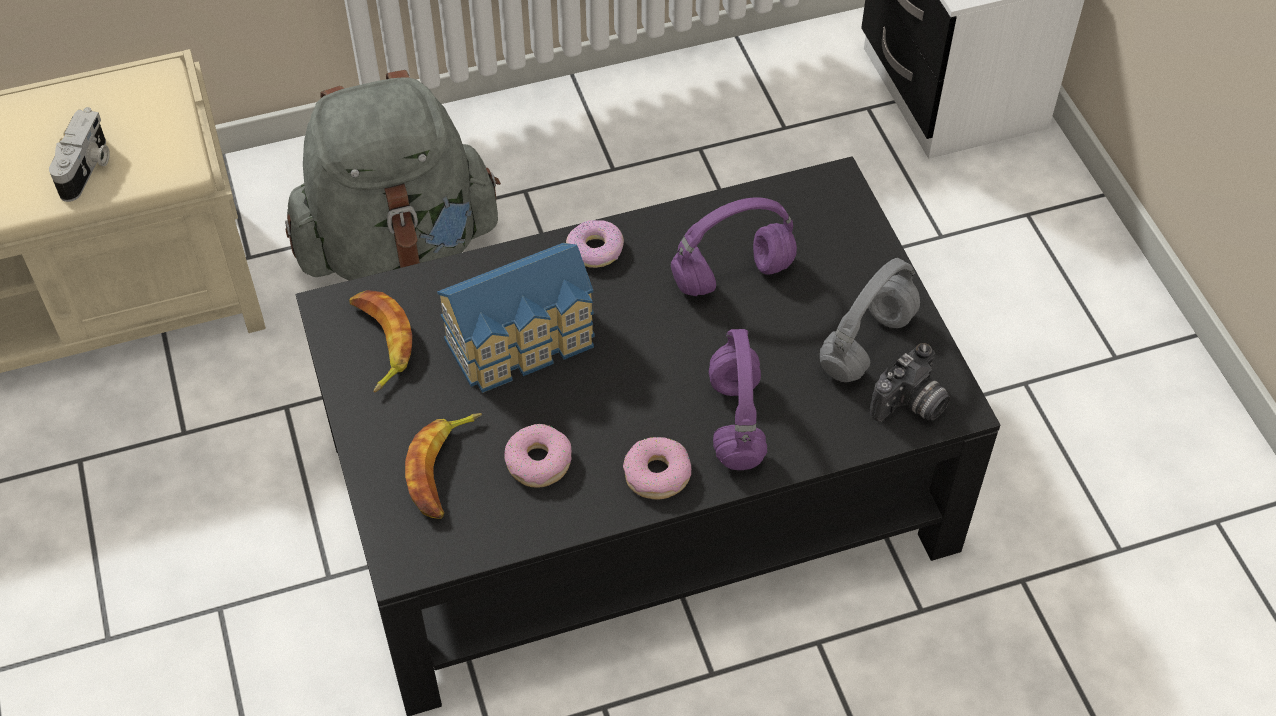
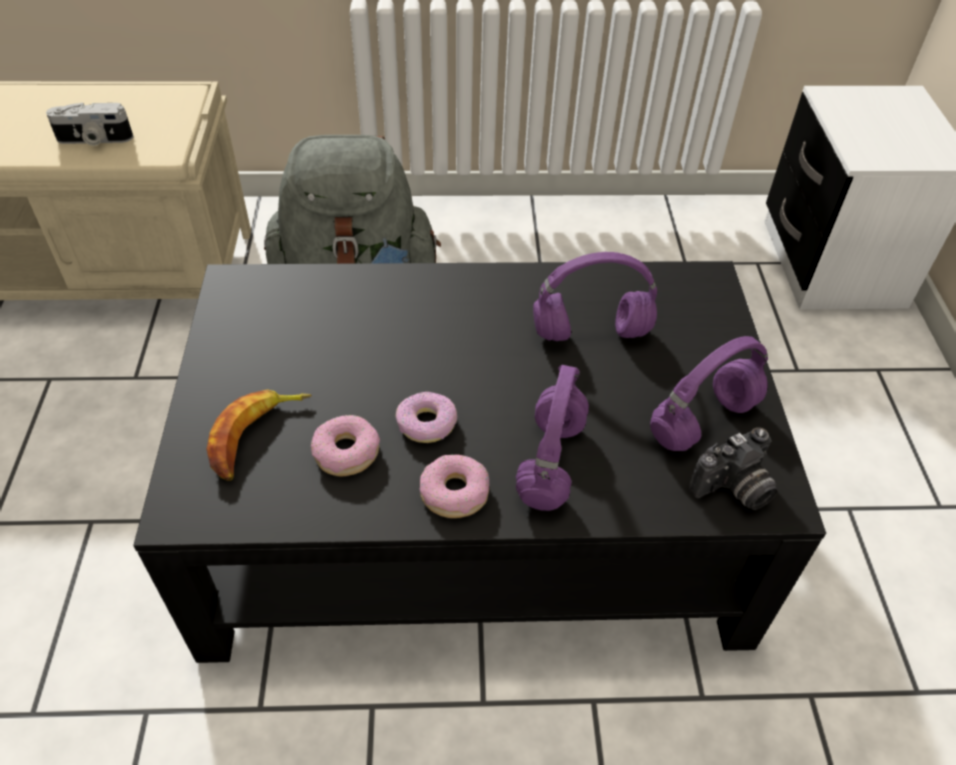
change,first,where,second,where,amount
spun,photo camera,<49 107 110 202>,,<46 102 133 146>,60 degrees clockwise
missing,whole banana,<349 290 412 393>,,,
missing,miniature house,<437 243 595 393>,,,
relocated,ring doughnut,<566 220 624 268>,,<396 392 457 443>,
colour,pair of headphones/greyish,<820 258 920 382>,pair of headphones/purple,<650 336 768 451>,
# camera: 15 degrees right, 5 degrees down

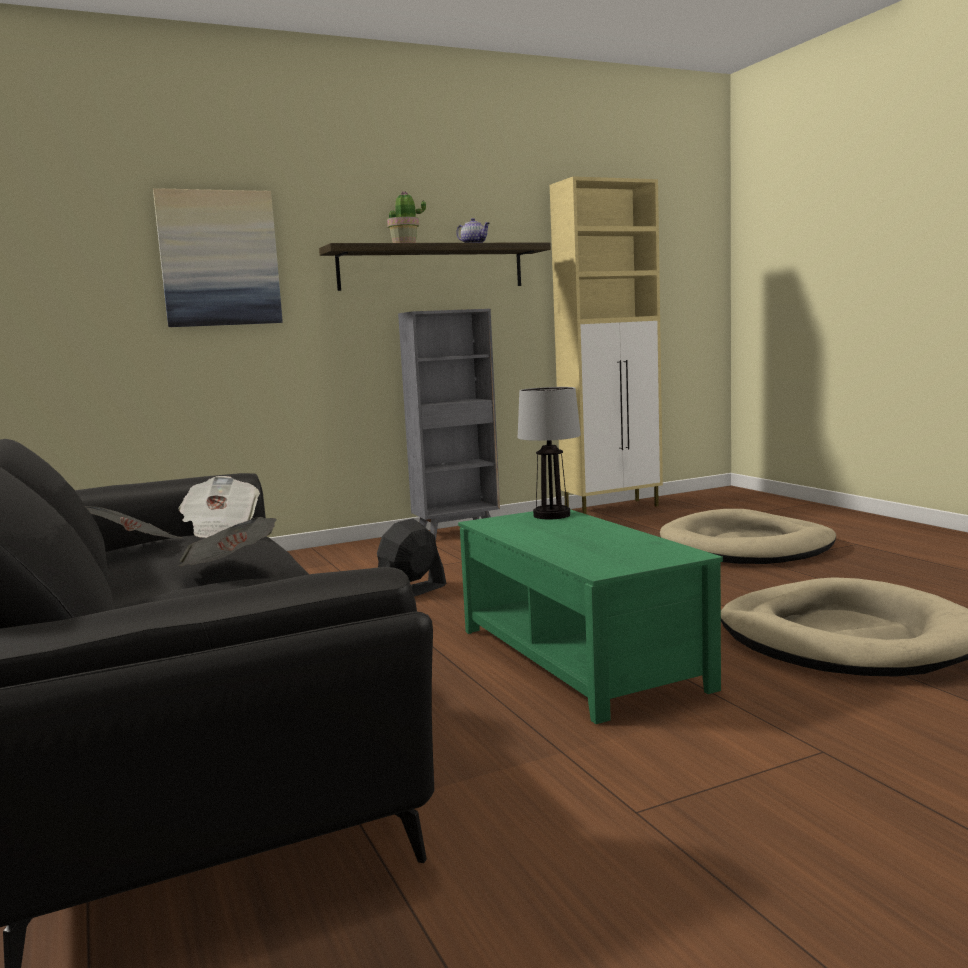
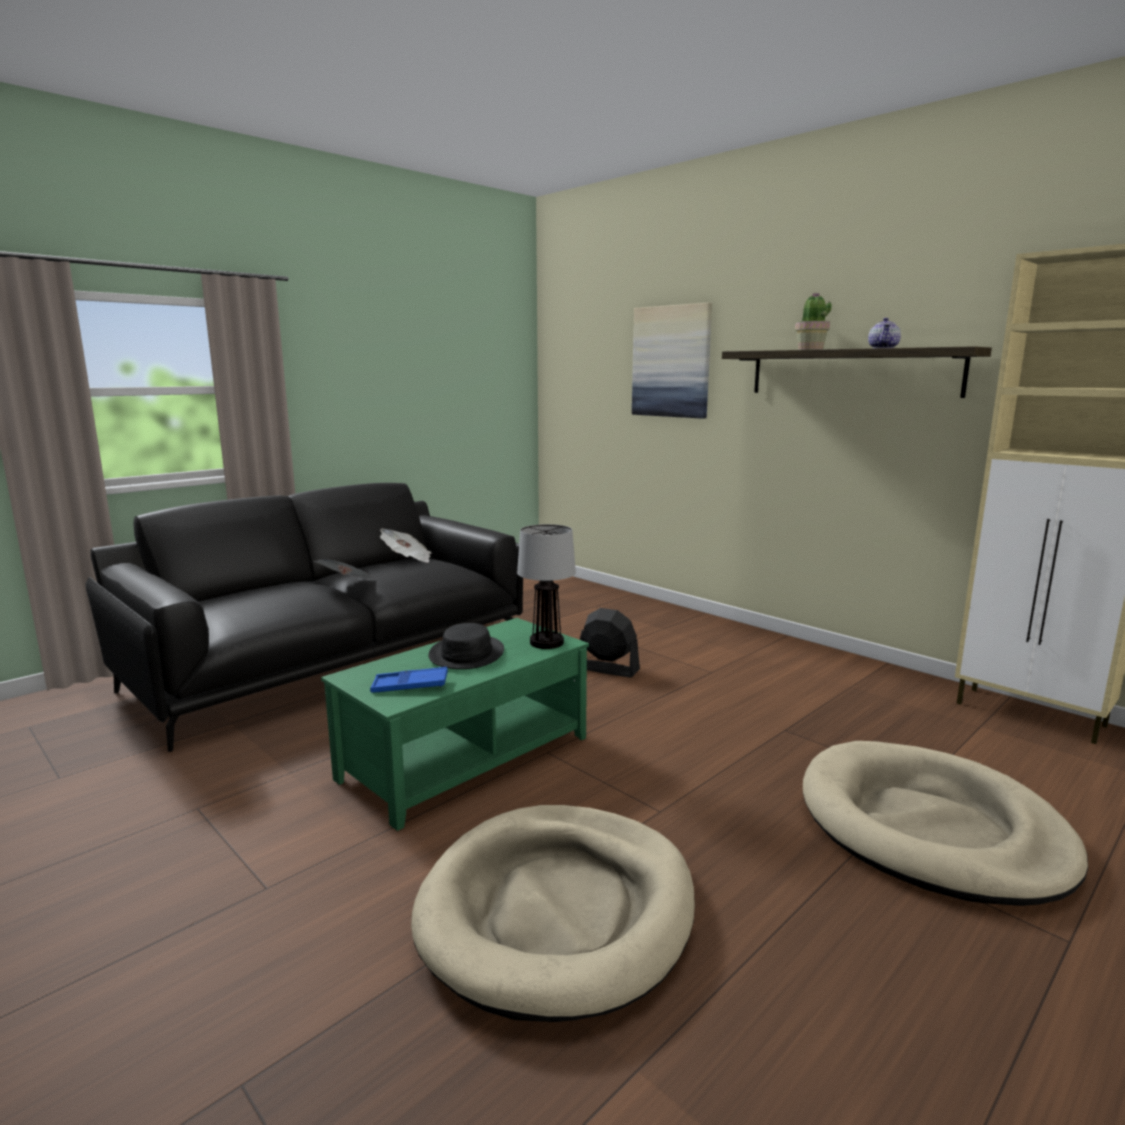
change,first,where,second,where,amount
missing,daily paper,<179 476 260 538>,,,
missing,bookcase/greyish,<398 309 500 540>,,,
appeared,,,serving tray/bluish,<370 667 448 693>,
appeared,,,wearable hat/blackish,<428 623 504 669>,
# camera: 70 degrees right, 5 degrees up

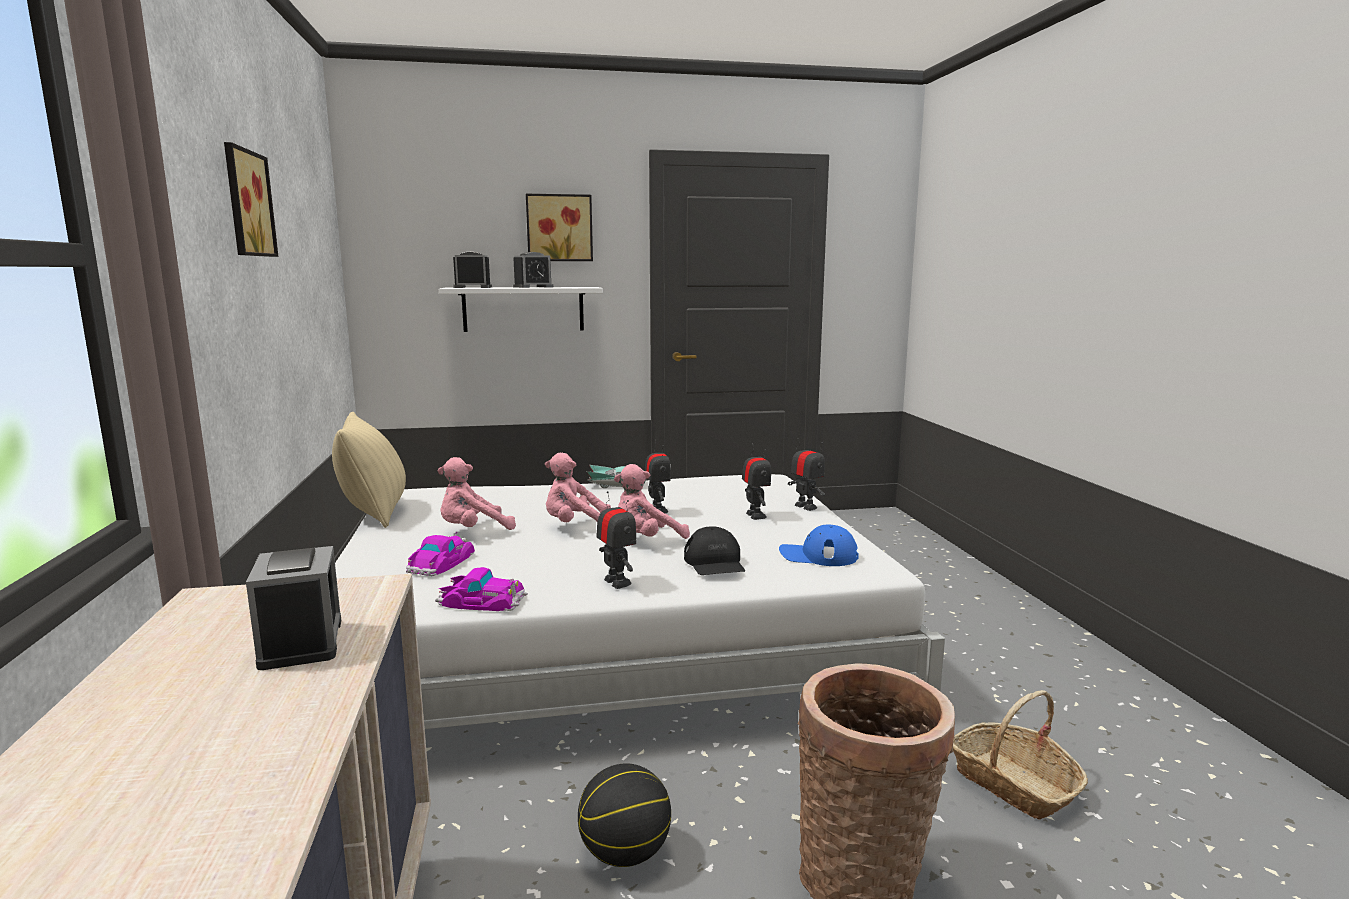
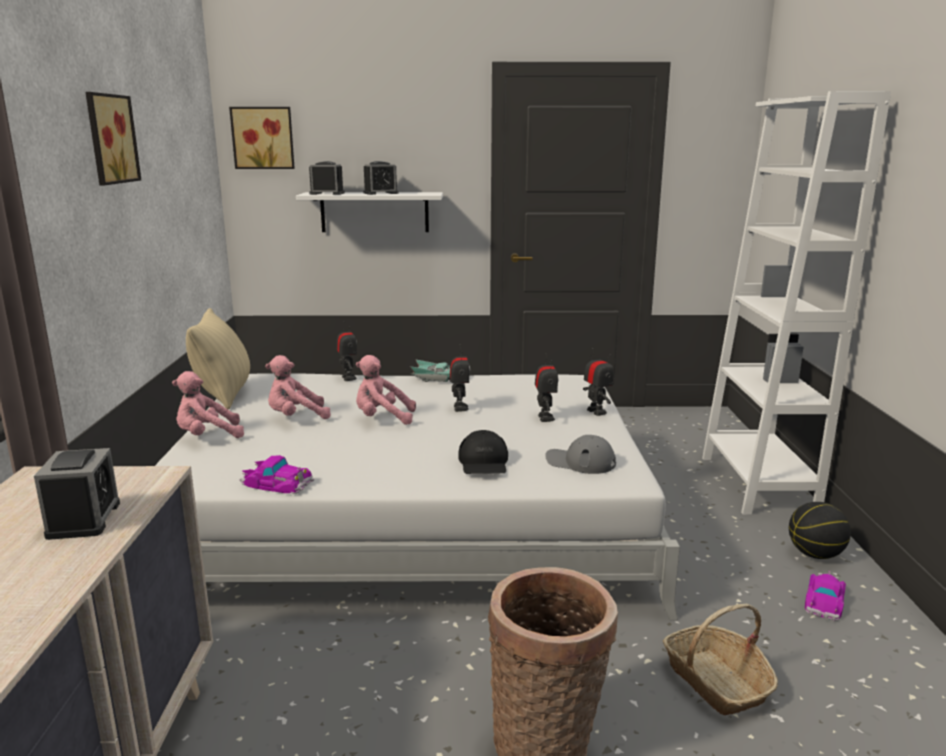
change,first,where,second,where,amount
relocated,miniature car,<406 532 475 576>,,<805 571 846 621>,
relocated,wall picture,<526 194 593 261>,,<229 107 295 169>,
relocated,basketball,<578 763 671 867>,,<789 502 851 559>,
relocated,toy robot,<596 491 636 589>,,<336 322 357 381>,
relocated,cuddly toy/pink,<614 464 690 539>,,<172 371 244 438>,
colour,cap/bluish,<779 525 859 566>,cap/greyish,<545 435 616 474>,
appeared,,,bookcase/white-coloured,<702 91 891 515>,
# camera: 10 degrees right, 5 degrees up

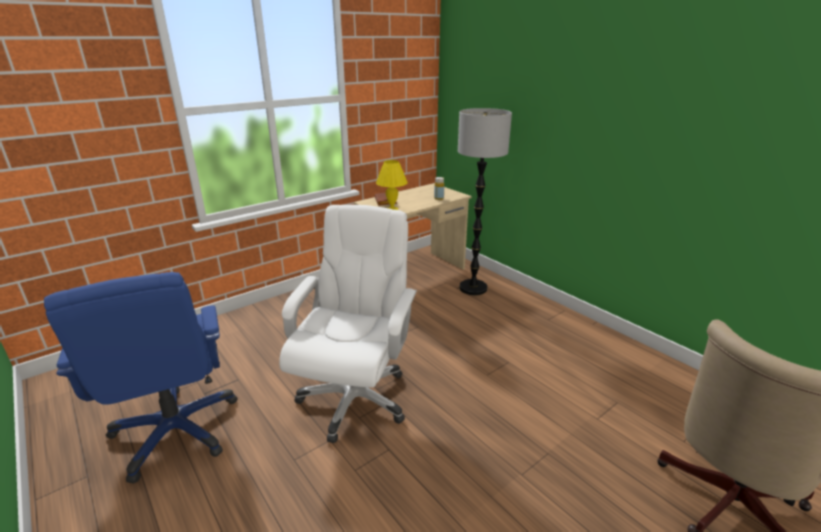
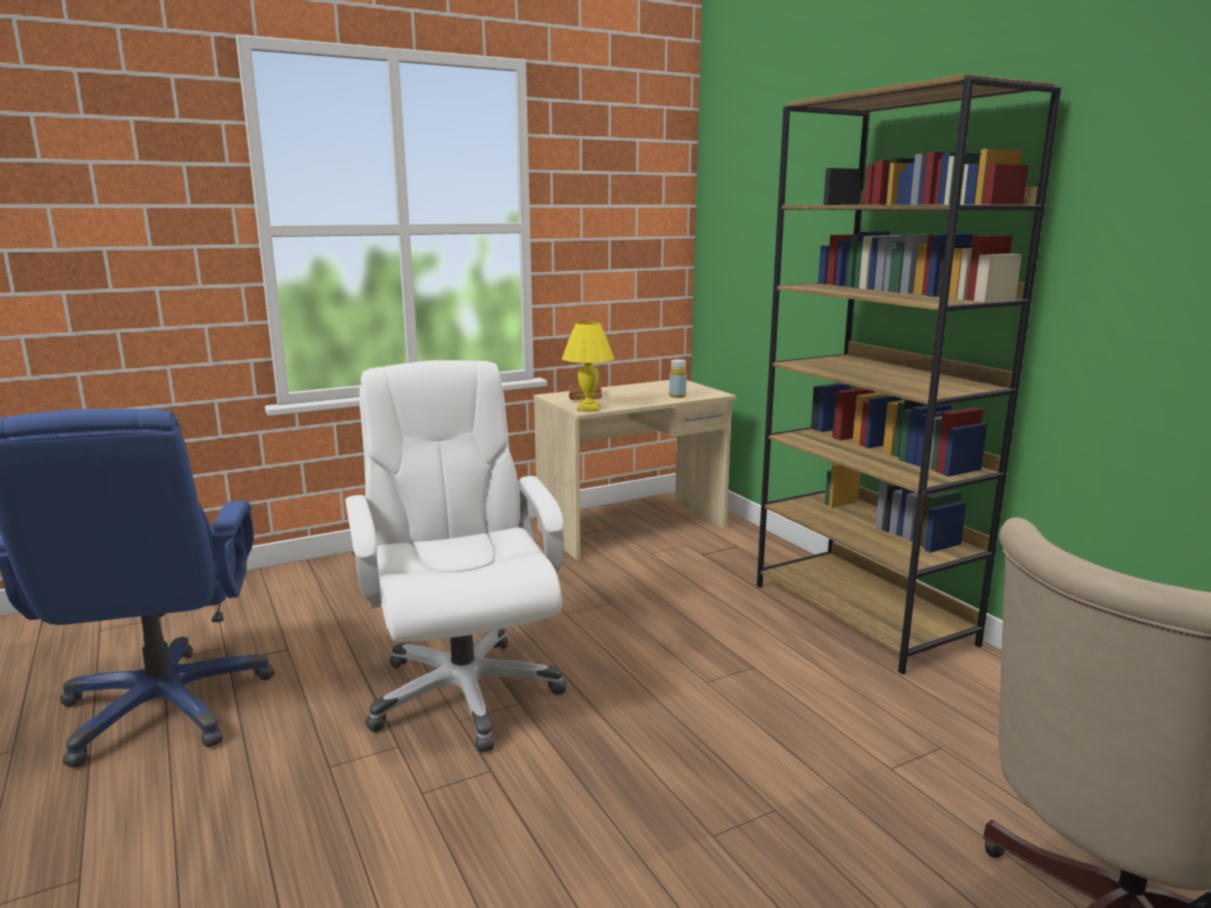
change,first,where,second,where,amount
spun,office chair/white-coloured,<279 205 417 443>,,<345 360 566 752>,45 degrees counterclockwise
missing,floor lamp,<458 108 512 295>,,,
appeared,,,bookcase/brown,<757 74 1061 675>,
# camera: 10 degrees right, 10 degrees down

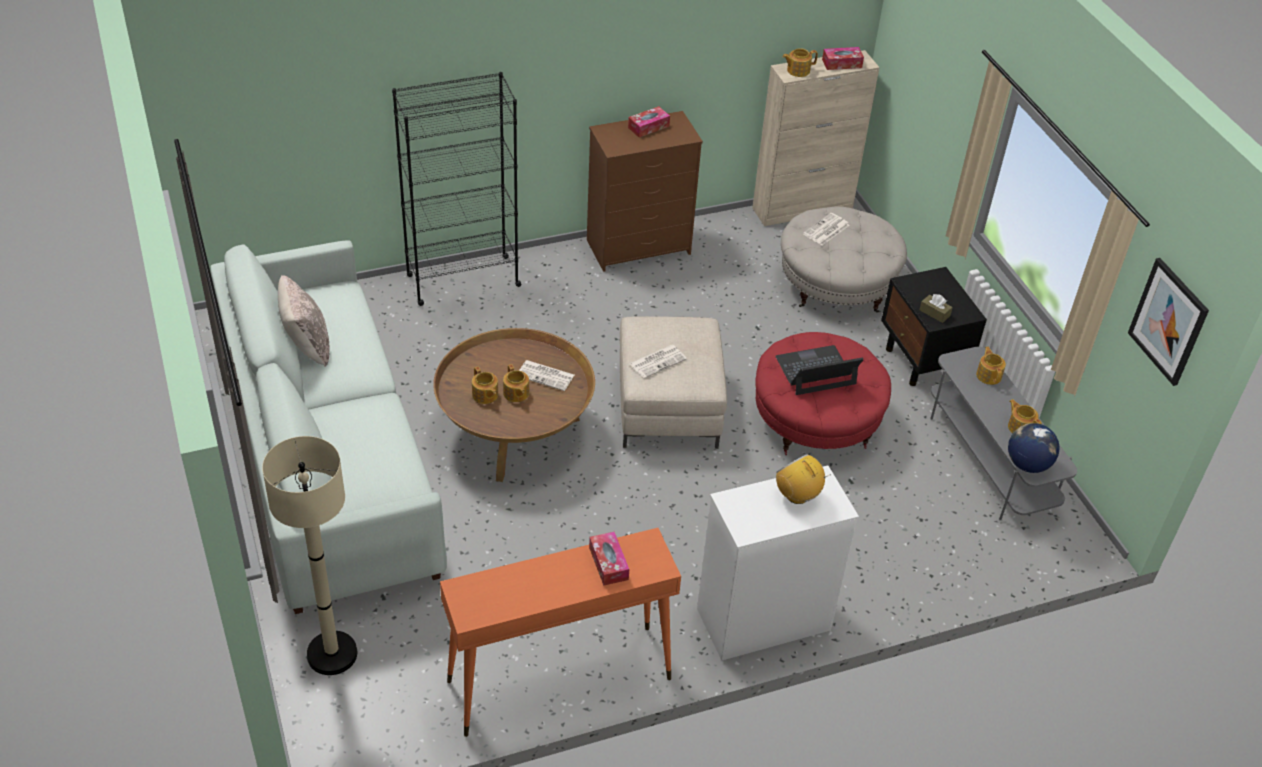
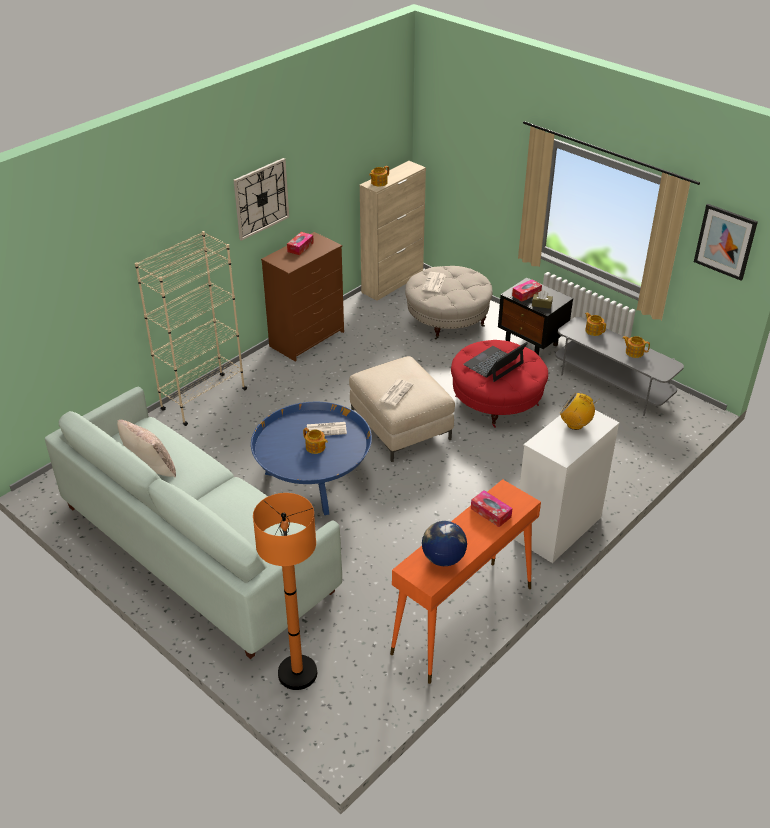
change,first,where,second,where,amount
colour,floor lamp/beige,<262 436 357 675>,floor lamp/orange,<253 493 317 690>,
colour,bookcase/blackish,<392 72 521 306>,bookcase/beige,<135 231 247 426>,
colour,coffee table/brown,<433 328 595 482>,coffee table/bluish,<251 402 372 515>,
missing,pot for tea,<472 367 498 404>,,,
relocated,tissue holder,<822 47 864 70>,,<512 279 542 302>,
relocated,world globe,<1008 423 1060 473>,,<422 521 467 566>,
appeared,,,clock on the wall,<234 158 289 241>,
# camera: 25 degrees left, 5 degrees down

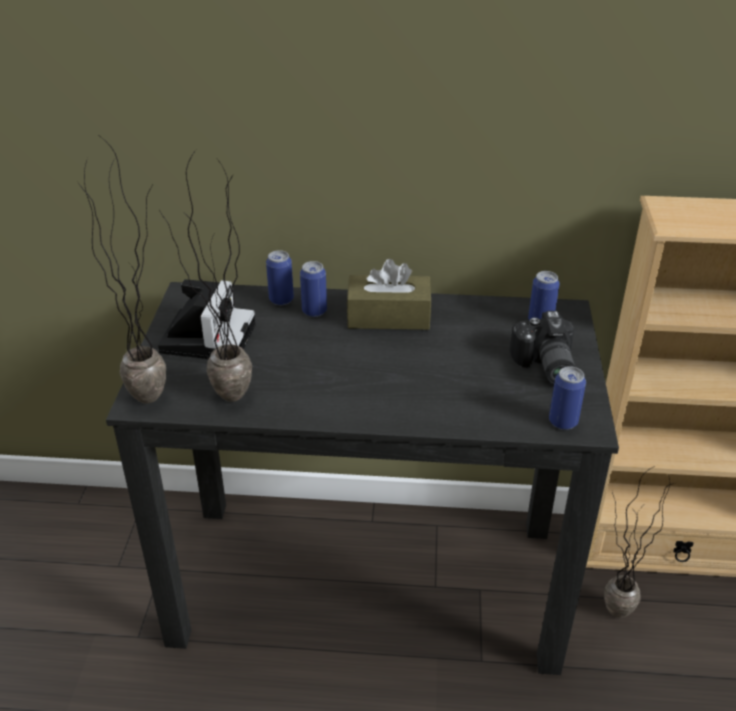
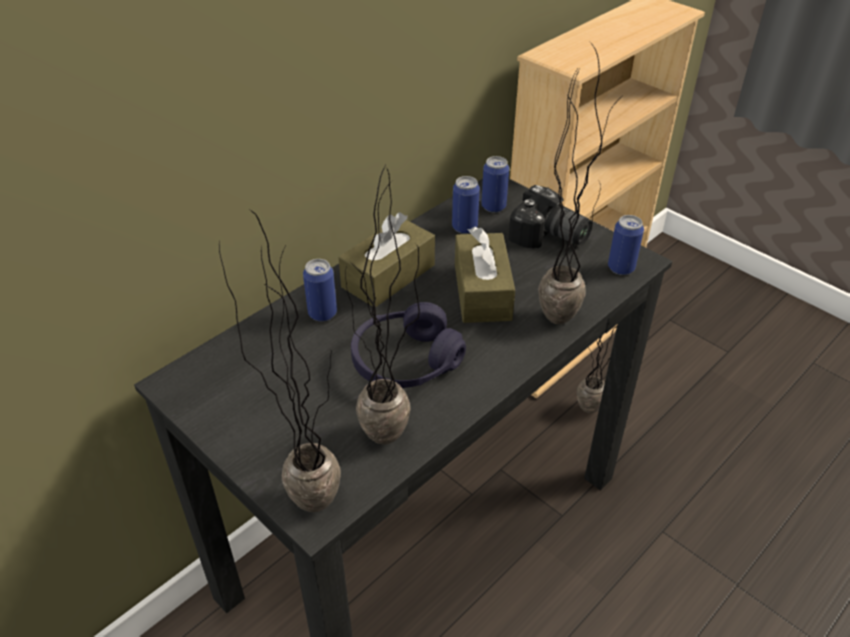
change,first,where,second,where,amount
missing,photo camera,<158 279 255 359>,,,
relocated,can,<266 250 294 305>,,<452 176 480 234>,
appeared,,,pair of headphones/purple,<351 302 466 388>,
appeared,,,tissue holder/brown,<455 227 515 323>,
appeared,,,potted plant,<538 43 620 324>,
# camera: 50 degrees left, 5 degrees up

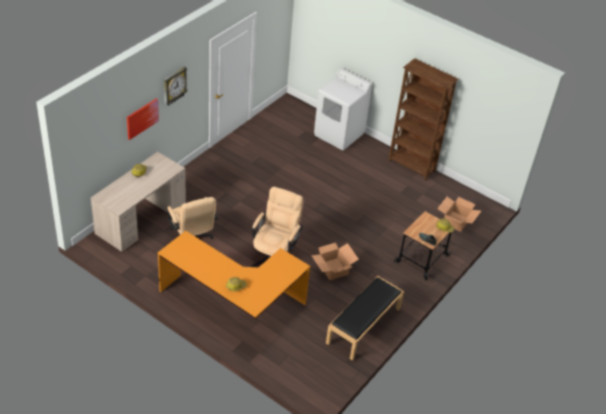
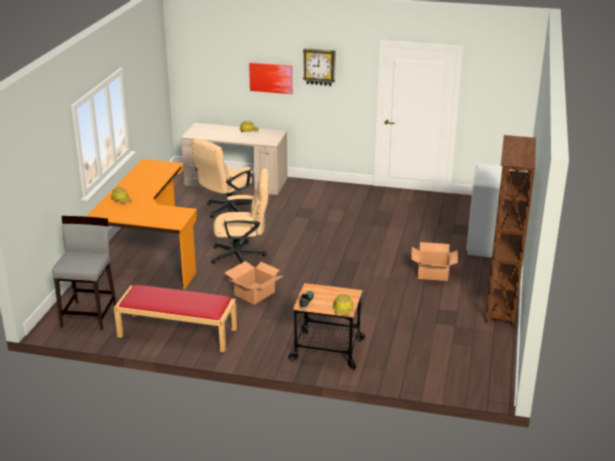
change,first,where,second,where,amount
colour,indoor bench/blackish,<326 276 404 361>,indoor bench/red,<114 285 237 352>,
relocated,packing box,<437 197 481 232>,,<411 242 458 281>,
appeared,,,stool seat/greyish,<52 216 117 331>,
# camera: 70 degrees right, 15 degrees down

